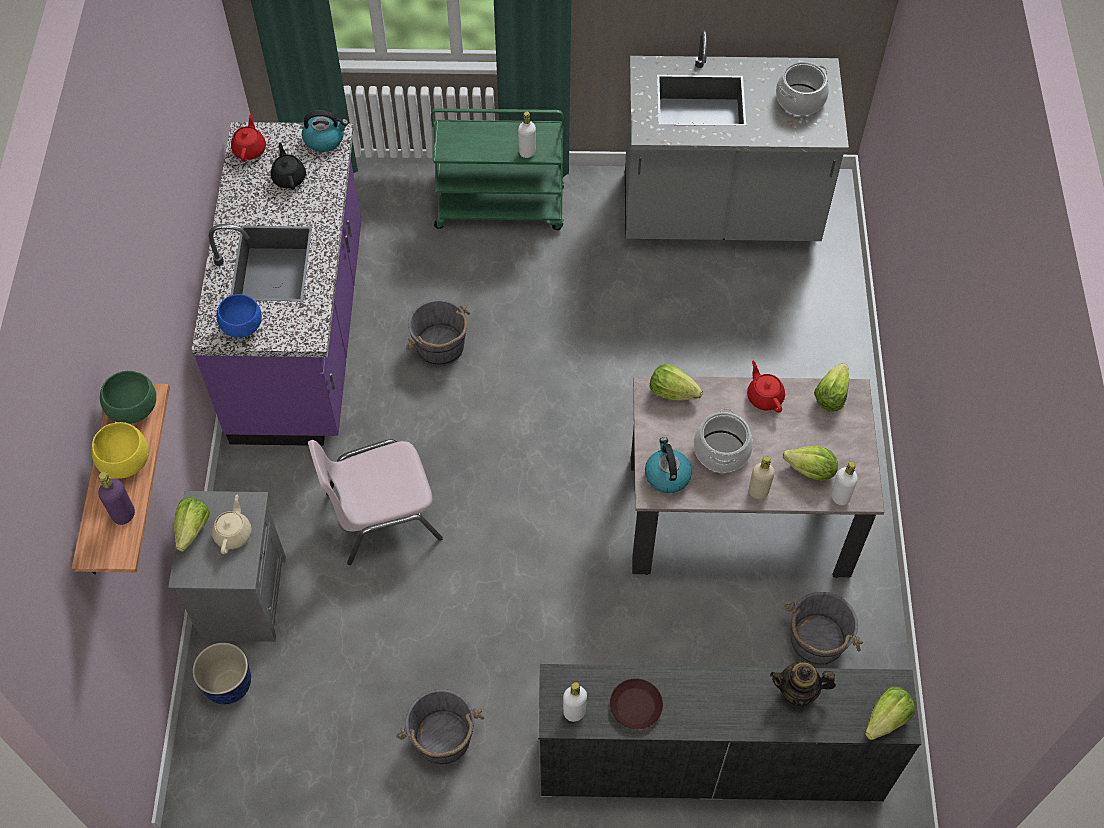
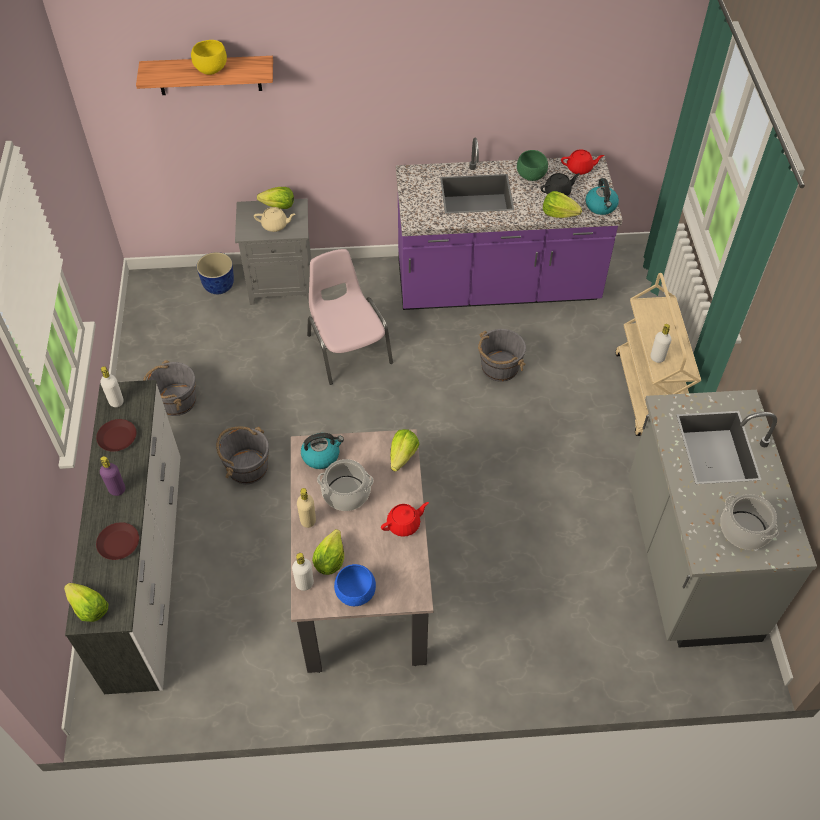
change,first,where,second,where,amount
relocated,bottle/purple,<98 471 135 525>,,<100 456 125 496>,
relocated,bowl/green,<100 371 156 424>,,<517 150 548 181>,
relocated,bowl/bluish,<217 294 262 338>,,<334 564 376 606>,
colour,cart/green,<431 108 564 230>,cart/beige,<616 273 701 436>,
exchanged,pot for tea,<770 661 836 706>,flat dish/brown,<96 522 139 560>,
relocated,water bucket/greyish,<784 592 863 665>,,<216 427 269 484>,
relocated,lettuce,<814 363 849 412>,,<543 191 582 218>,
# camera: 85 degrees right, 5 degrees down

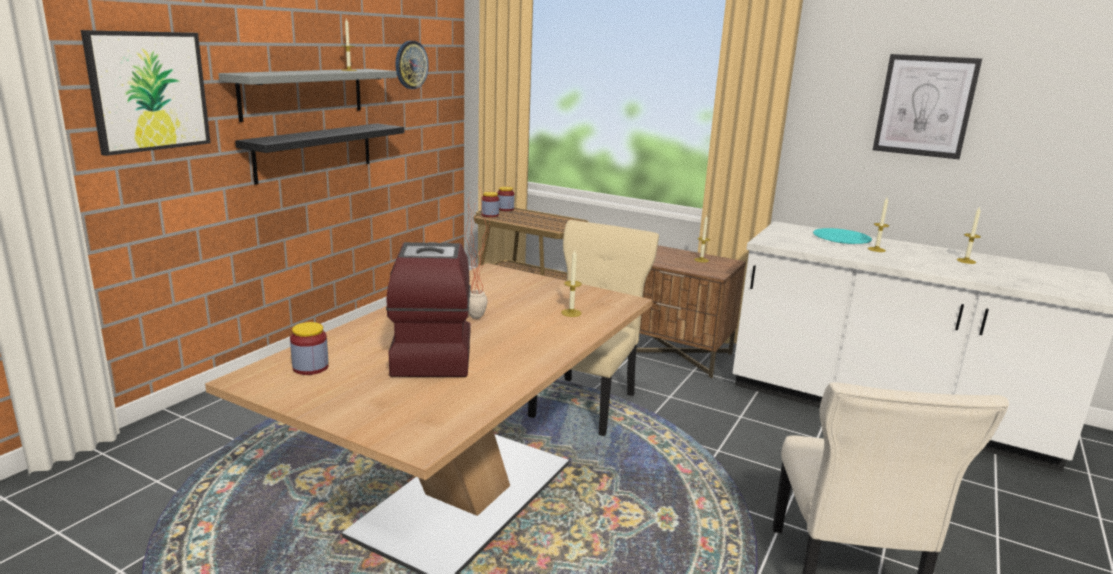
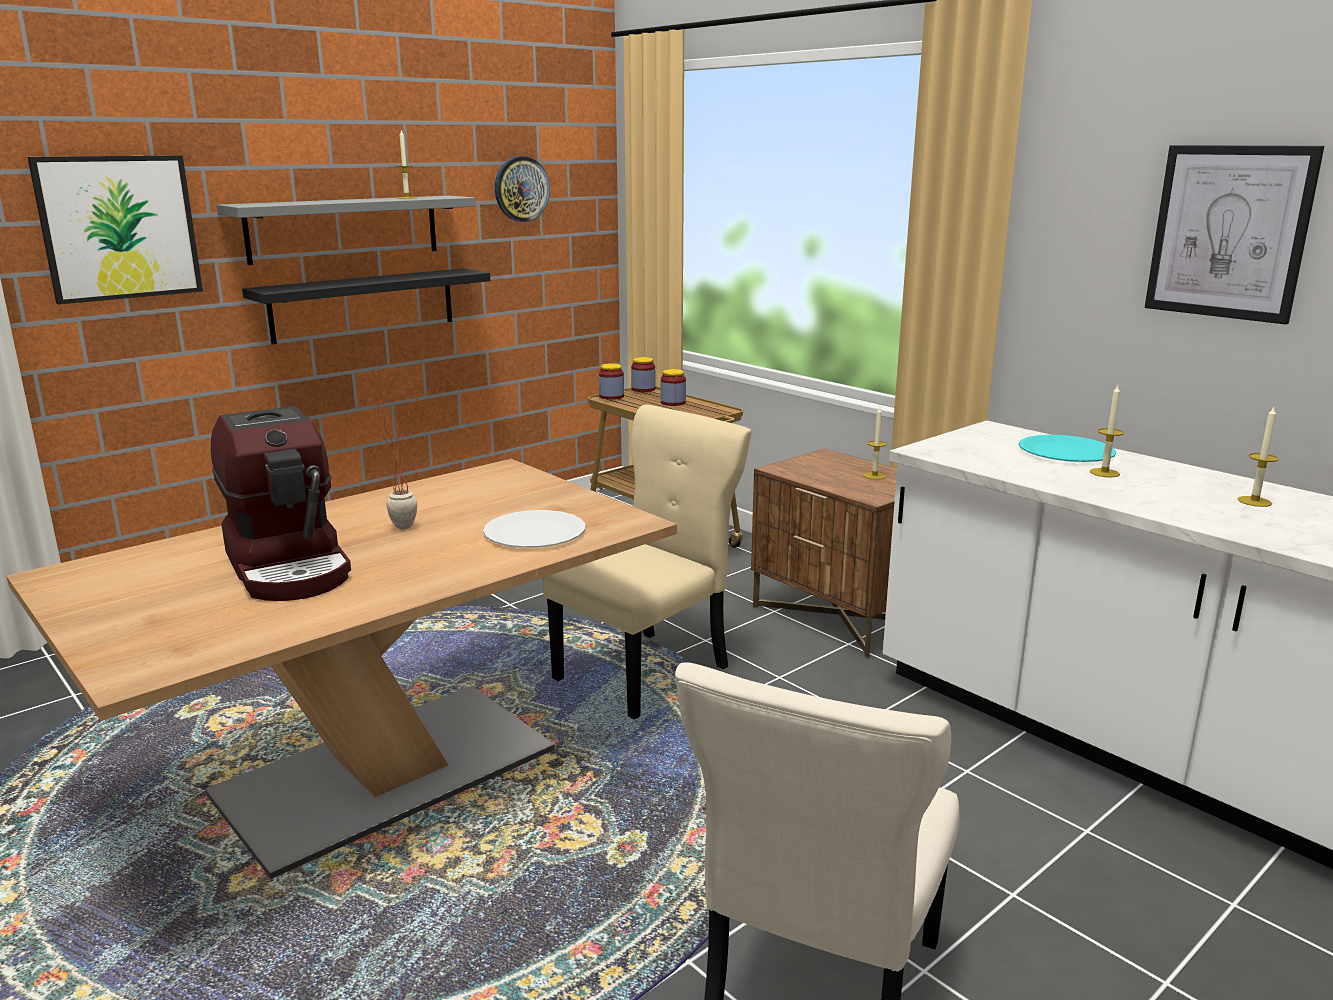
change,first,where,second,where,amount
relocated,preserve jar,<290 322 329 375>,,<661 369 686 406>,
spun,coffee brewer,<386 242 471 377>,,<211 406 351 601>,135 degrees clockwise
exchanged,candle,<561 250 582 317>,flat dish/white-coloured,<483 510 586 548>,
# camera: 20 degrees right, 0 degrees up

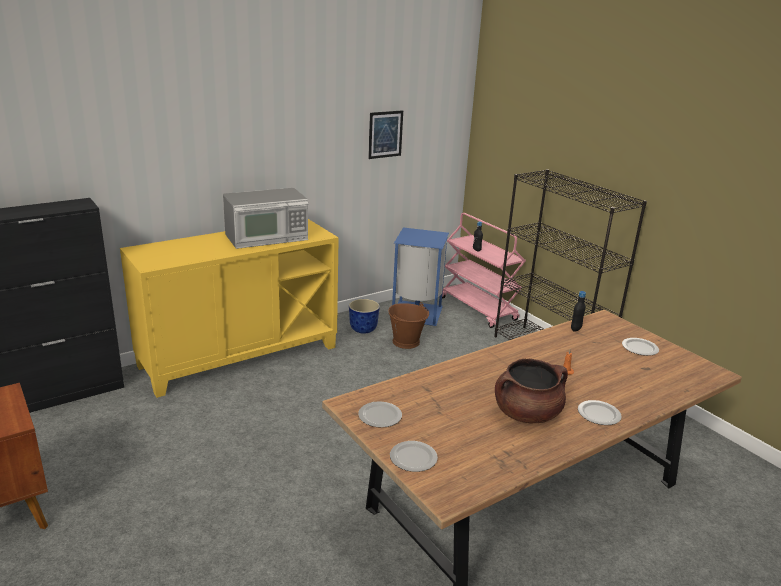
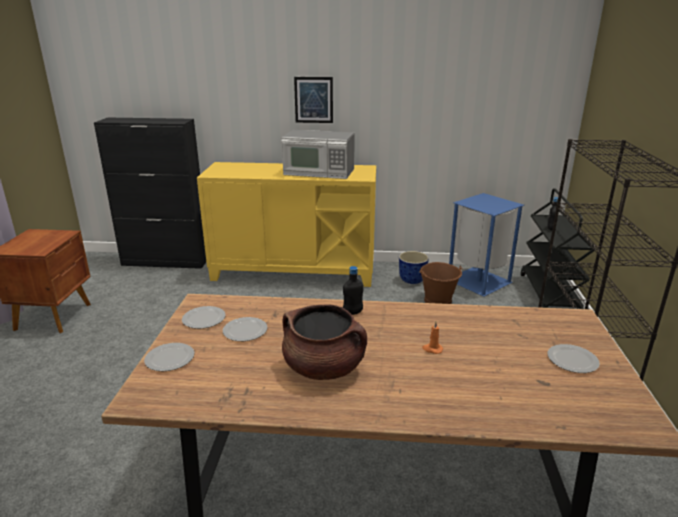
change,first,where,second,where,amount
relocated,wall picture,<368 110 403 159>,,<294 77 333 123>,
colour,cart/pink,<442 213 526 328>,cart/blackish,<521 188 597 309>,
relocated,bottle/blackish,<571 291 586 332>,,<343 266 364 315>,
relocated,flat dish,<578 400 622 425>,,<223 317 268 341>,
# camera: 40 degrees right, 0 degrees up

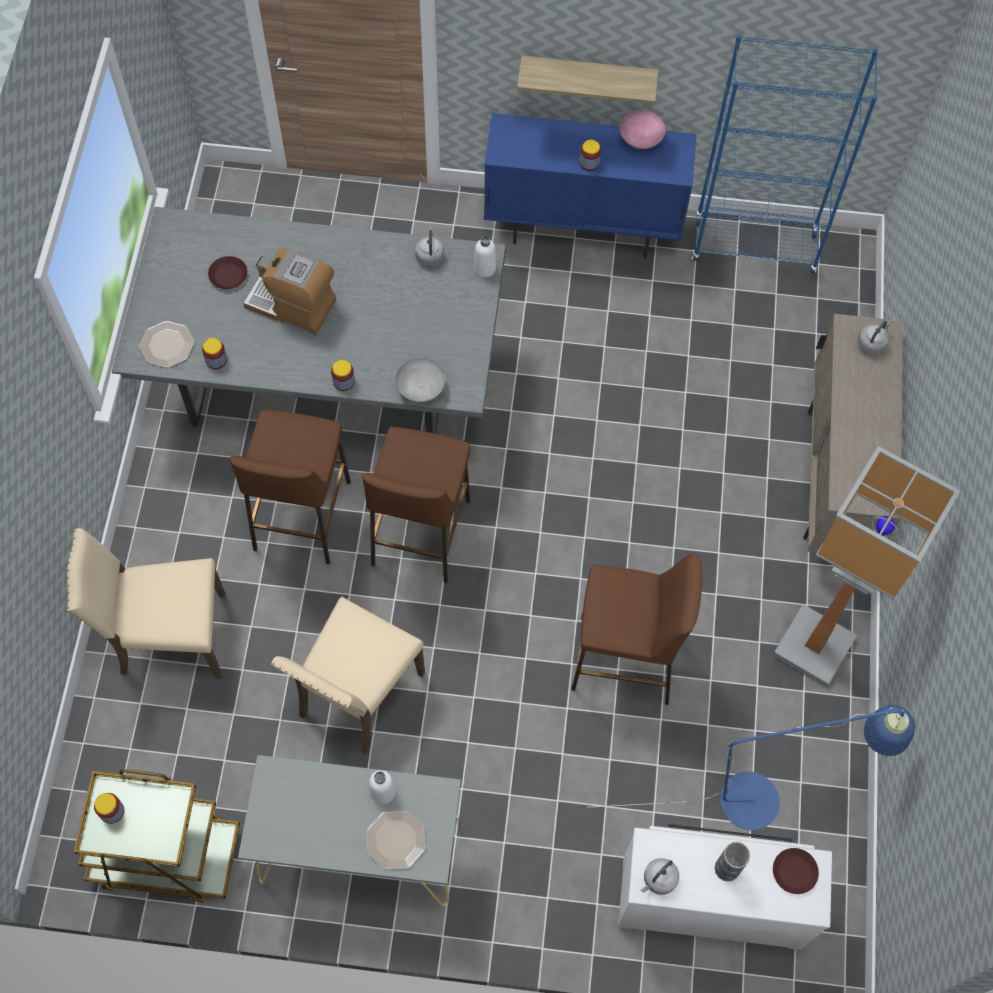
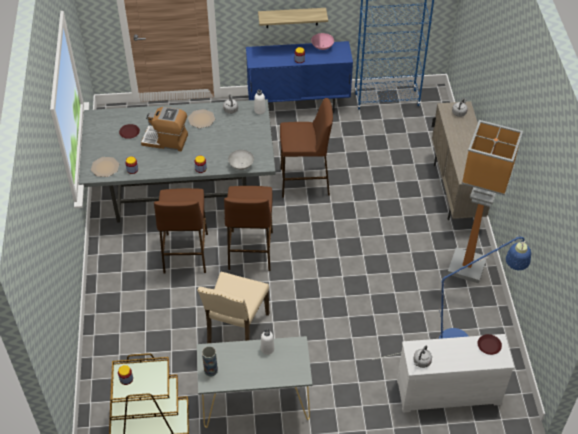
change,first,where,second,where,amount
missing,plain chair/beige,<67 528 225 678>,,,
relocated,flat dish,<366 810 426 870>,,<188 109 215 128>,
relocated,stool seat/brown,<571 553 703 705>,,<280 98 333 197>,
relocated,vase,<715 842 750 882>,,<202 346 218 376>,
# camera: 10 degrees left, 15 degrees down

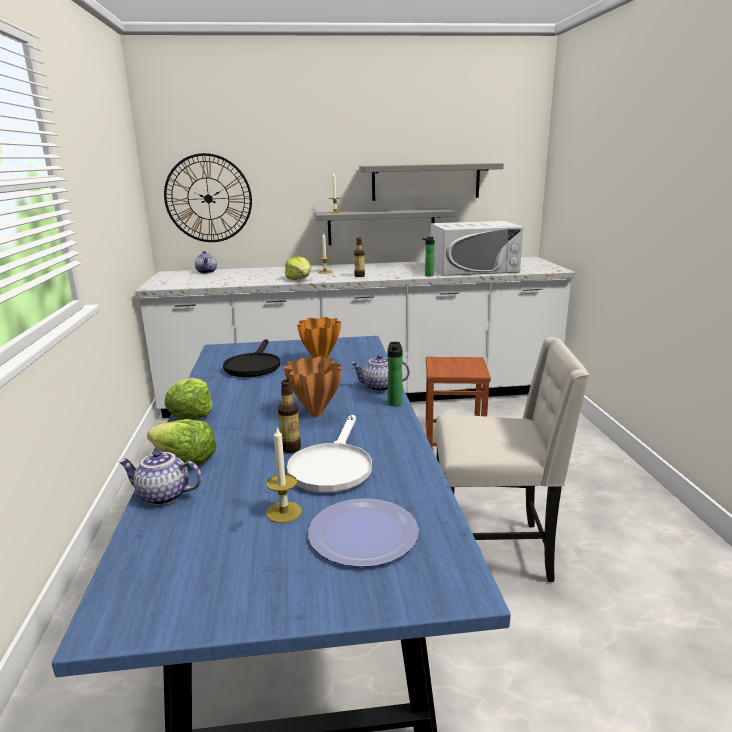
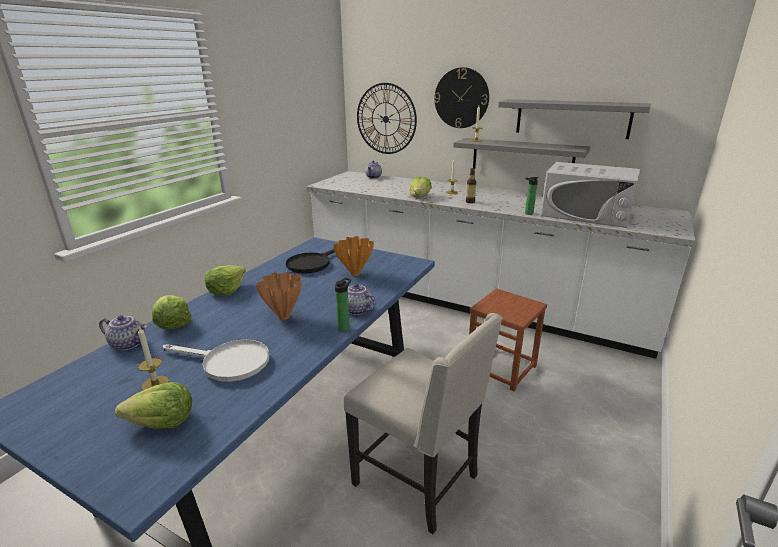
change,first,where,second,where,amount
spun,pot for tea,<118 450 202 506>,,<99 315 147 350>,150 degrees clockwise
missing,bottle,<278 380 301 453>,,,
spun,skillet/white-coloured,<287 415 372 493>,,<163 340 269 382>,120 degrees counterclockwise
exchanged,flat dish,<308 498 419 567>,lettuce,<115 382 192 429>,
appeared,,,clock on the wall,<434 67 489 128>,
# camera: 35 degrees right, 5 degrees up

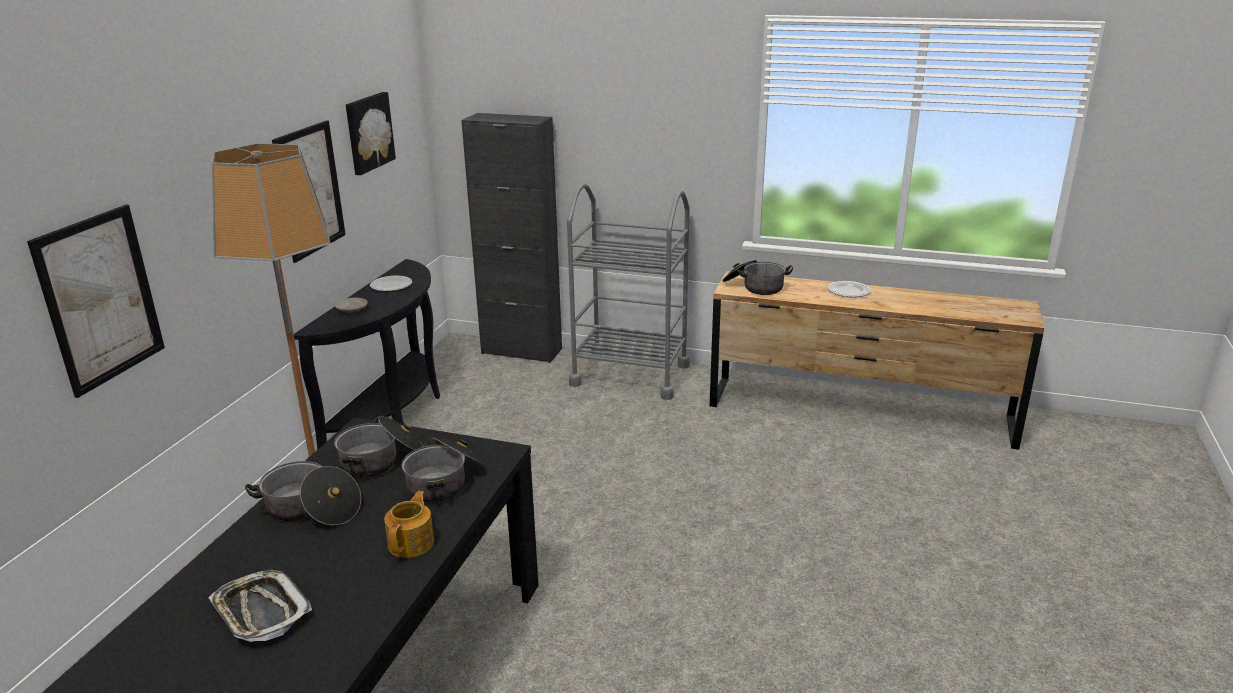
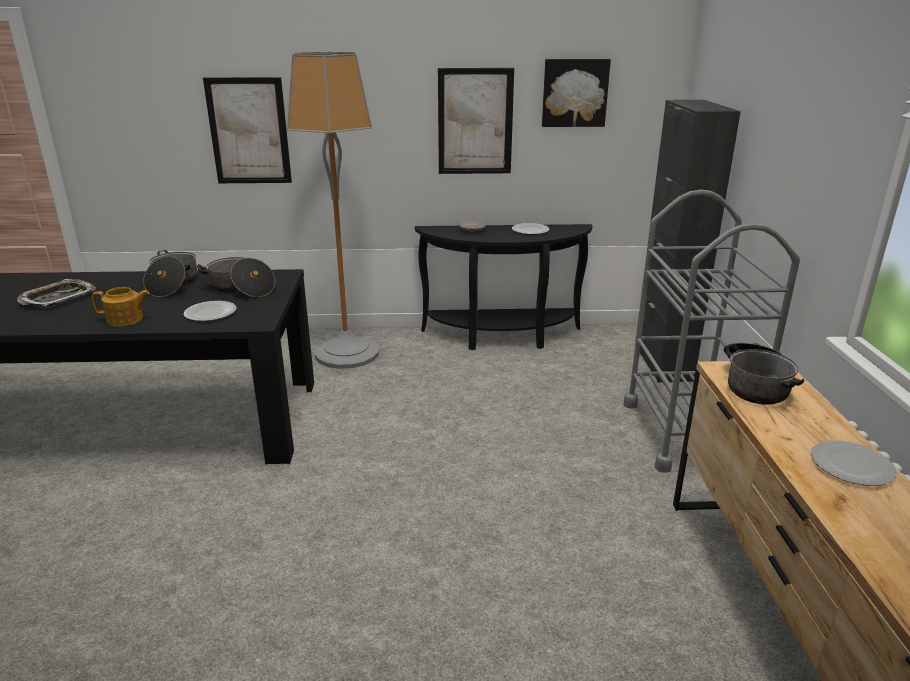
change,first,where,second,where,amount
exchanged,saucepot,<402 437 484 503>,flat dish,<183 301 237 321>,
# camera: 70 degrees right, 0 degrees up

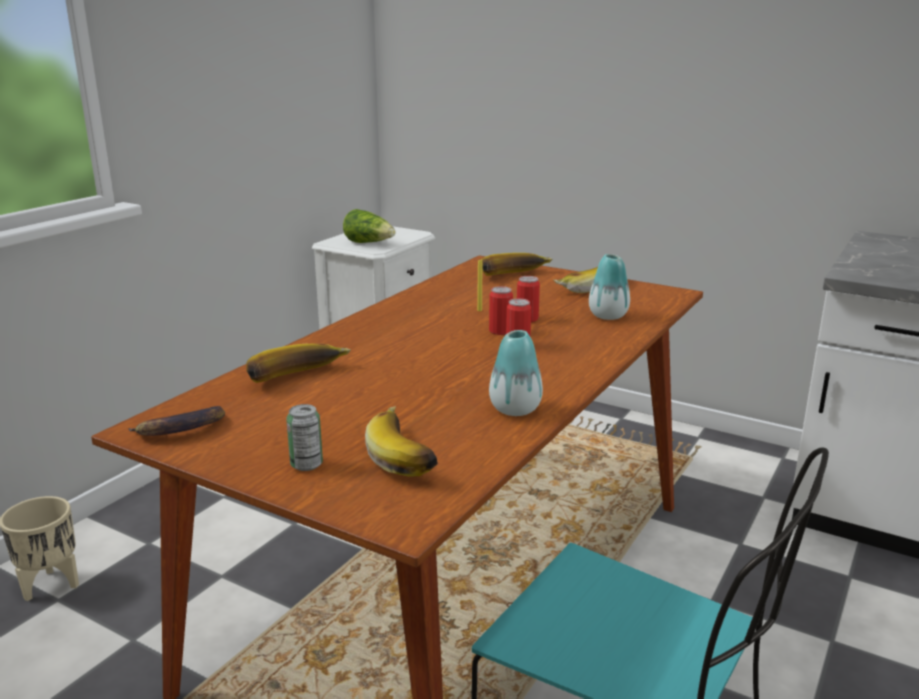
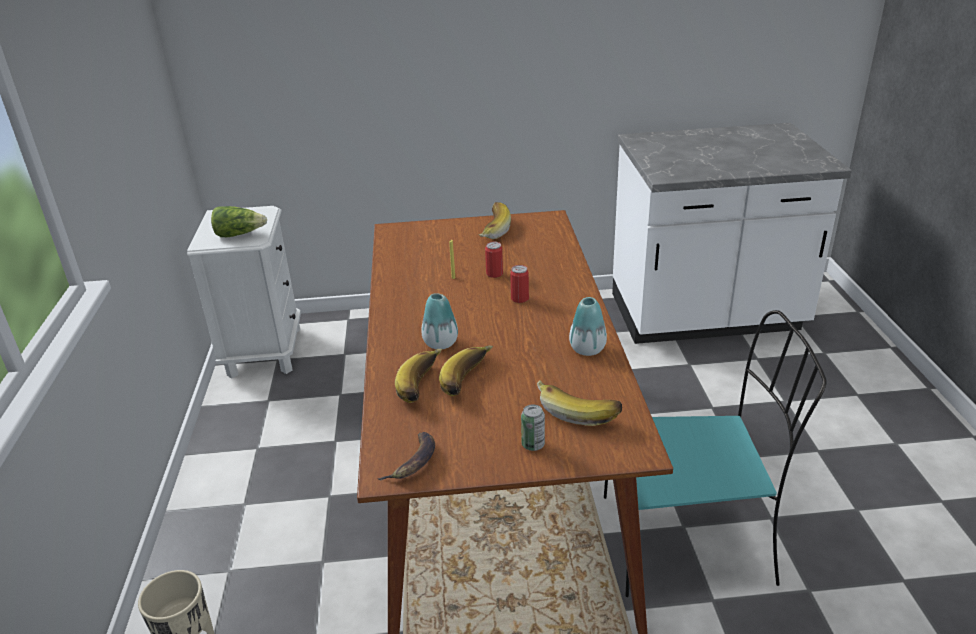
change,first,where,second,where,amount
relocated,whole banana,<482 253 553 276>,,<439 345 493 396>,
missing,can,<489 286 513 335>,,,
relocated,vase,<589 254 630 320>,,<422 293 458 349>,
# camera: 35 degrees left, 10 degrees up

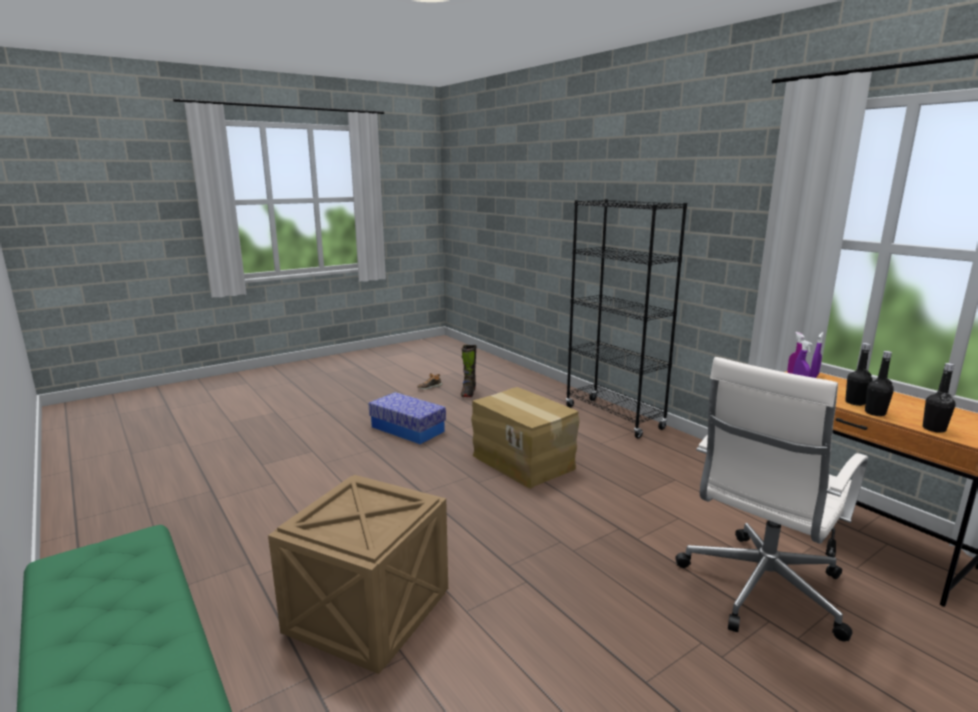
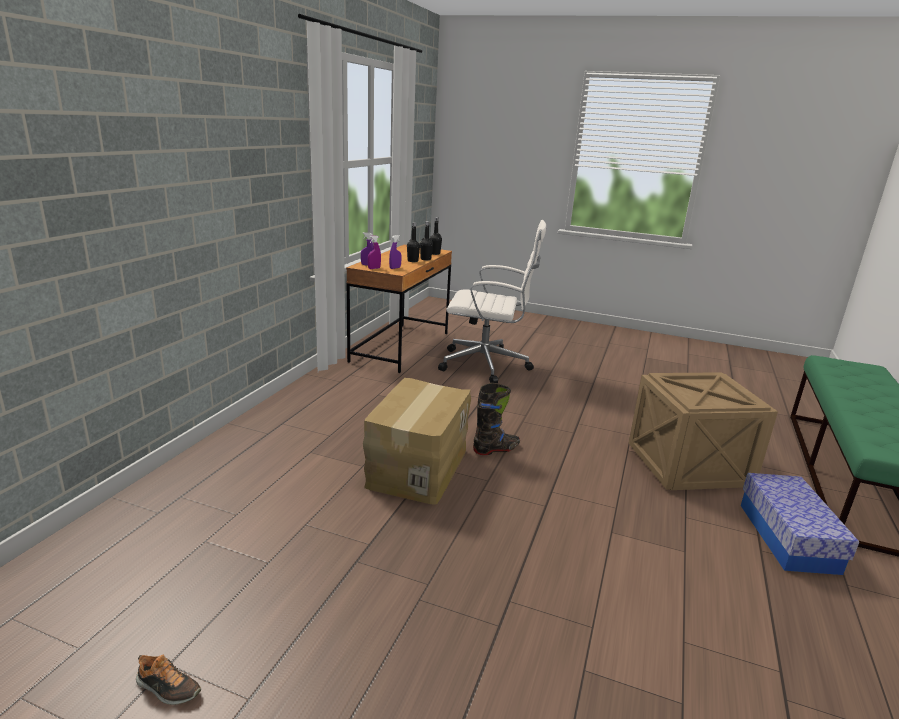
change,first,where,second,where,amount
relocated,storage container,<369 392 446 444>,,<741 473 859 575>,
relocated,tall boot/blackish,<461 345 477 397>,,<473 383 520 455>,
missing,bookcase/blackish,<566 199 687 439>,,,
# camera: 125 degrees left, 5 degrees up

